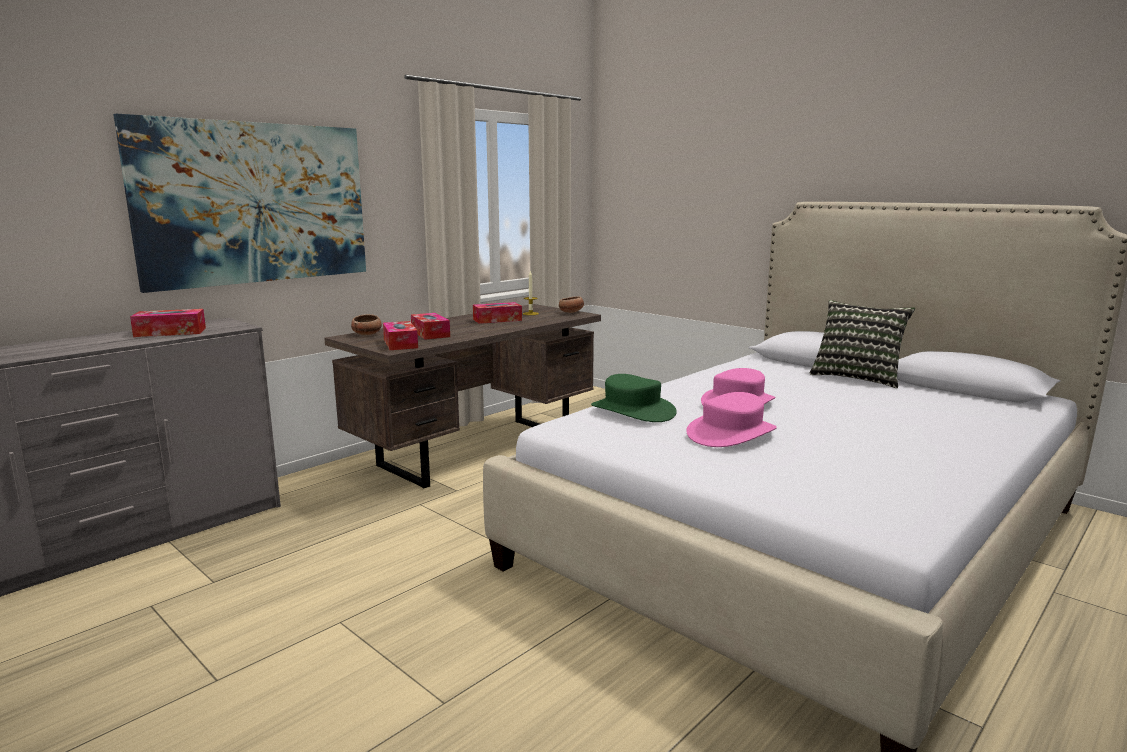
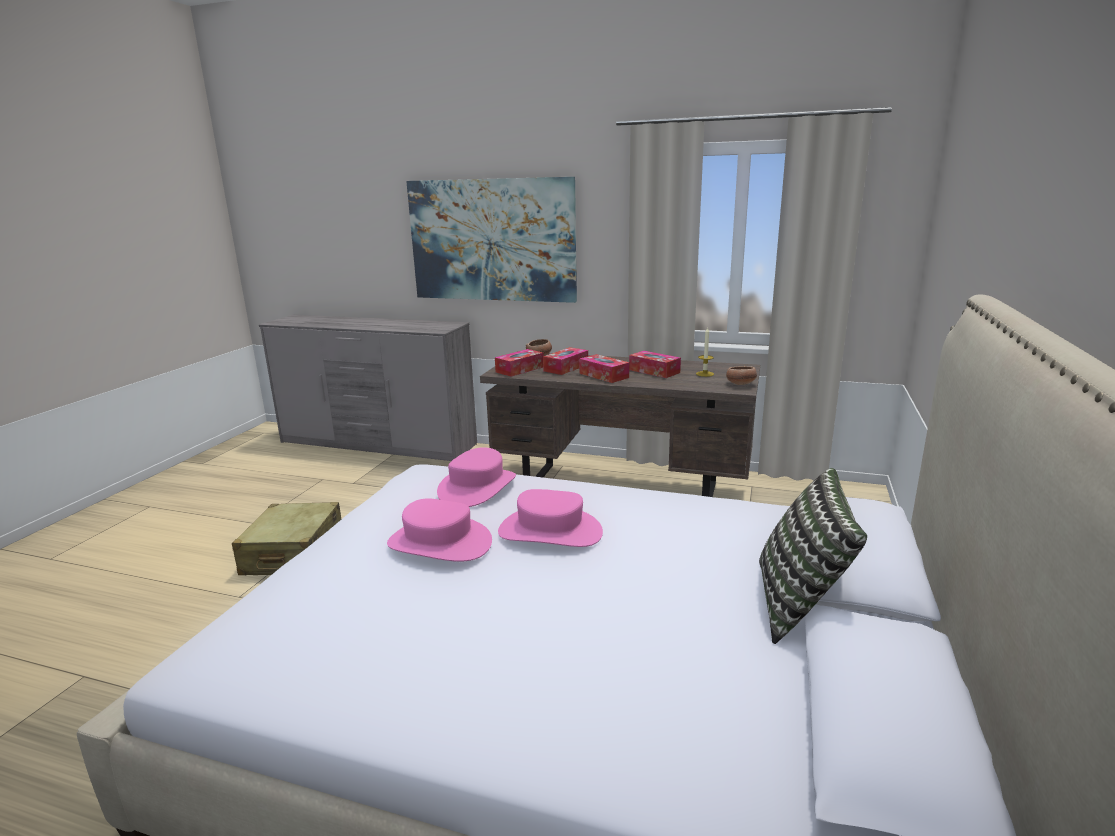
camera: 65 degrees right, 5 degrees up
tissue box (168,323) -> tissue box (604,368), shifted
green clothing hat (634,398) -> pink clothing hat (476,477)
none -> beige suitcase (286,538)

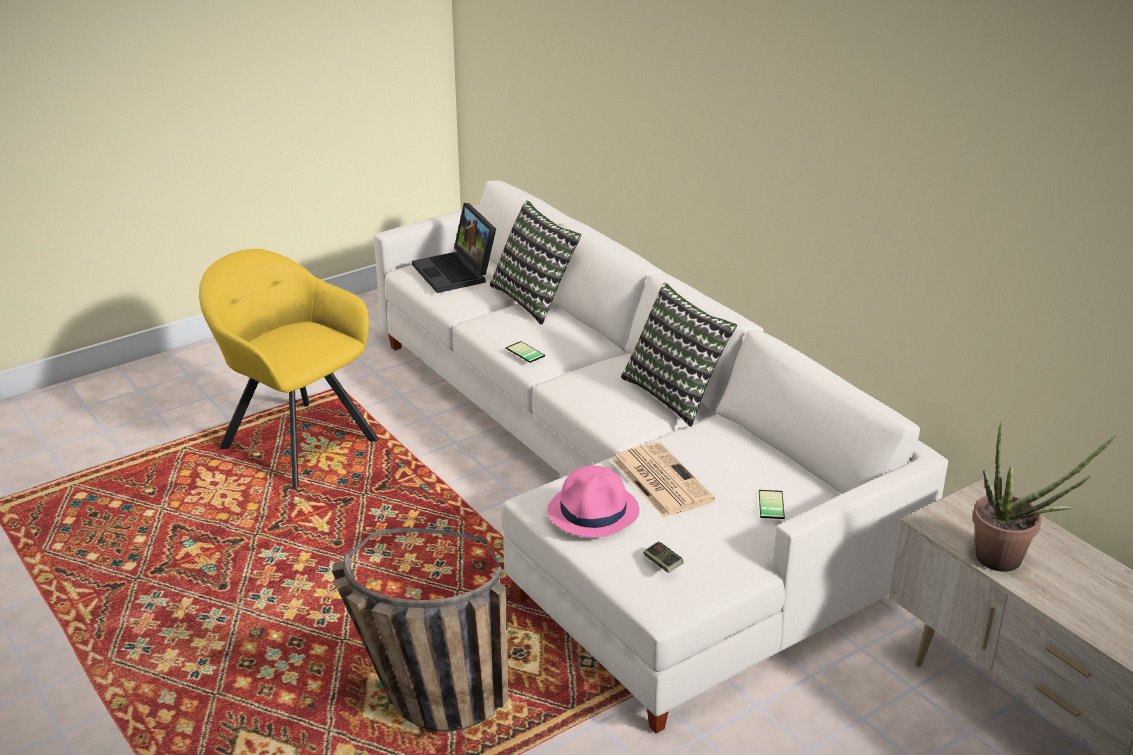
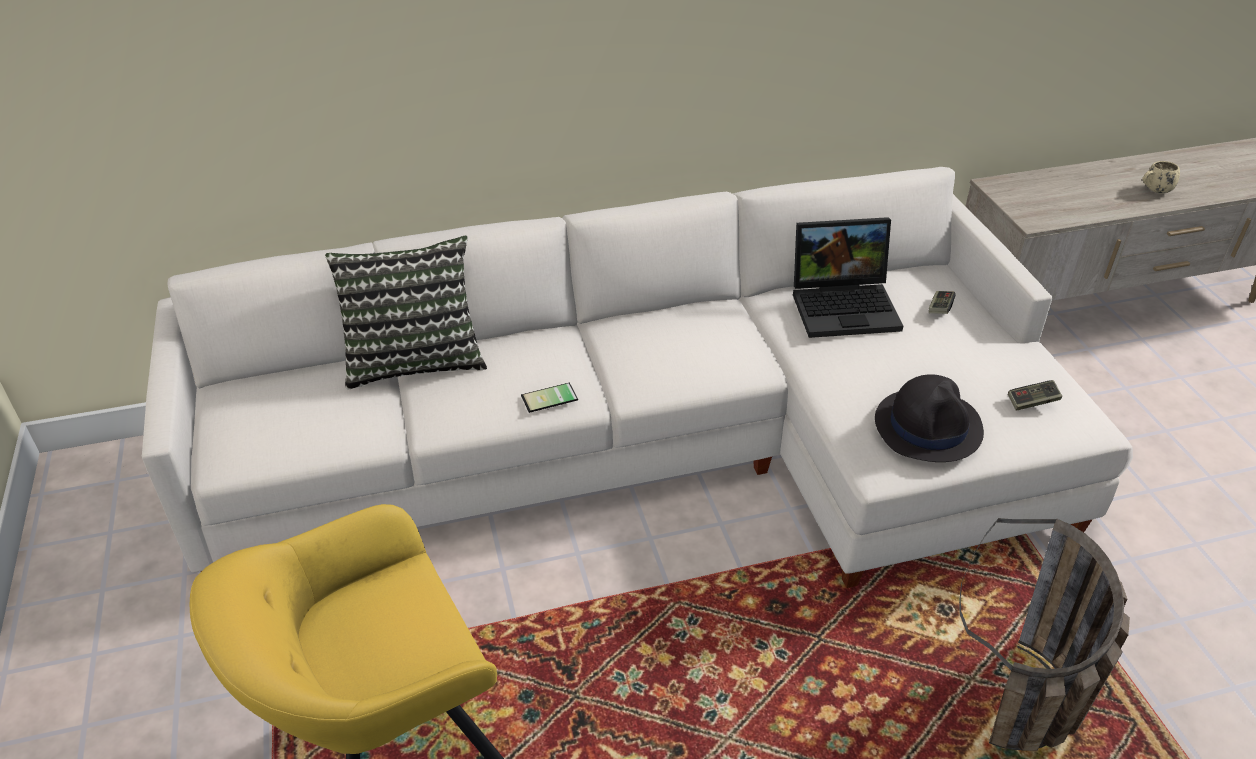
camera: 70 degrees left, 10 degrees up
laptop (454,248) -> laptop (848,277), shifted
pink clothing hat (593,501) -> black-coloured clothing hat (929,418)
printed paper (663,479) -> none
throw pillow (679,355) -> none
phone (772,504) -> gamepad (942,302)
plant in a pot (1044,496) -> none
none -> beige tea mug (1161,177)

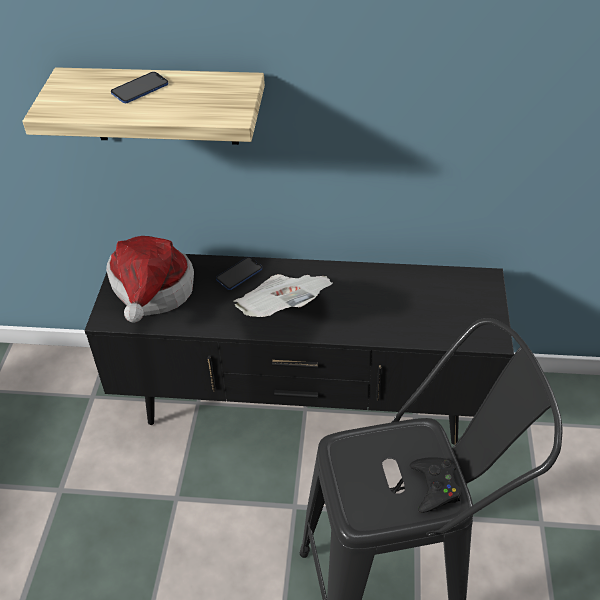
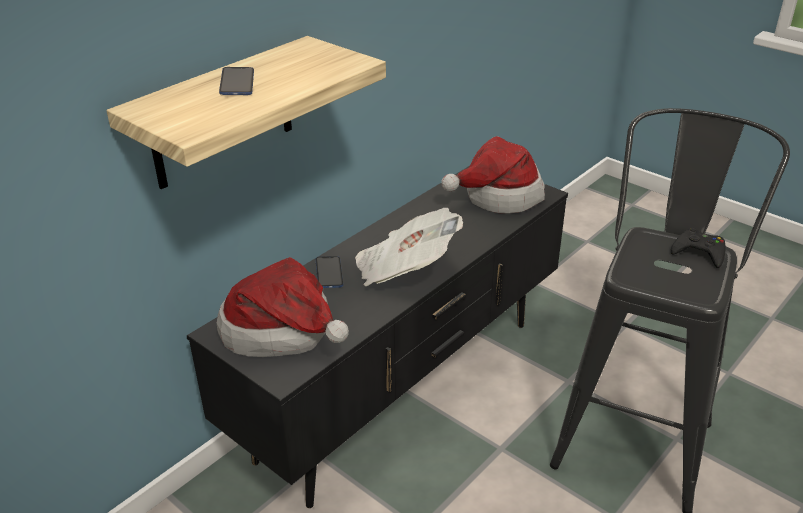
camera: 55 degrees left, 10 degrees down
none -> clothing hat (493,175)

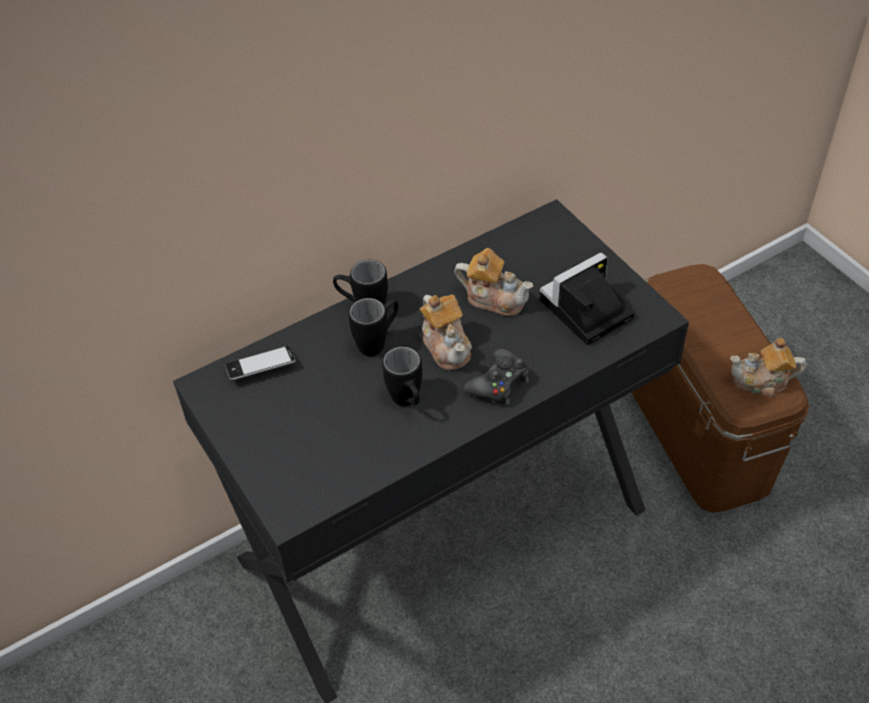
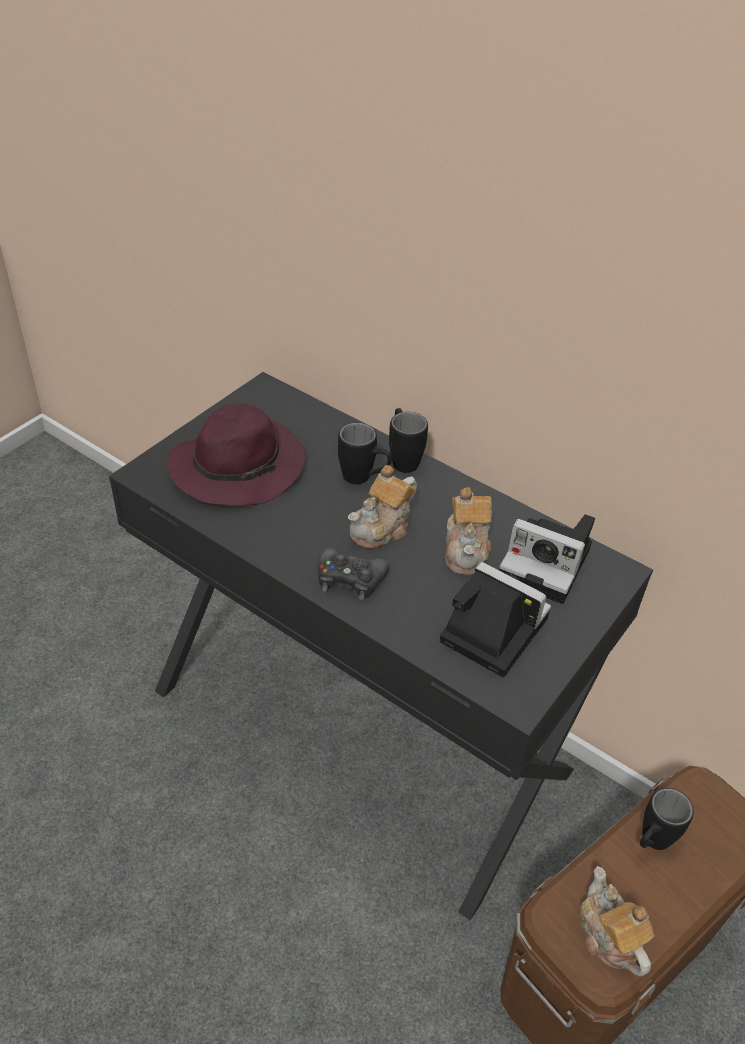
camera: 65 degrees right, 5 degrees down
phone (260,363) -> none
black-coloured tea mug (402,376) -> black-coloured tea mug (667,819), shifted
none -> purplish clothing hat (236,454)
none -> photo camera (547,559)

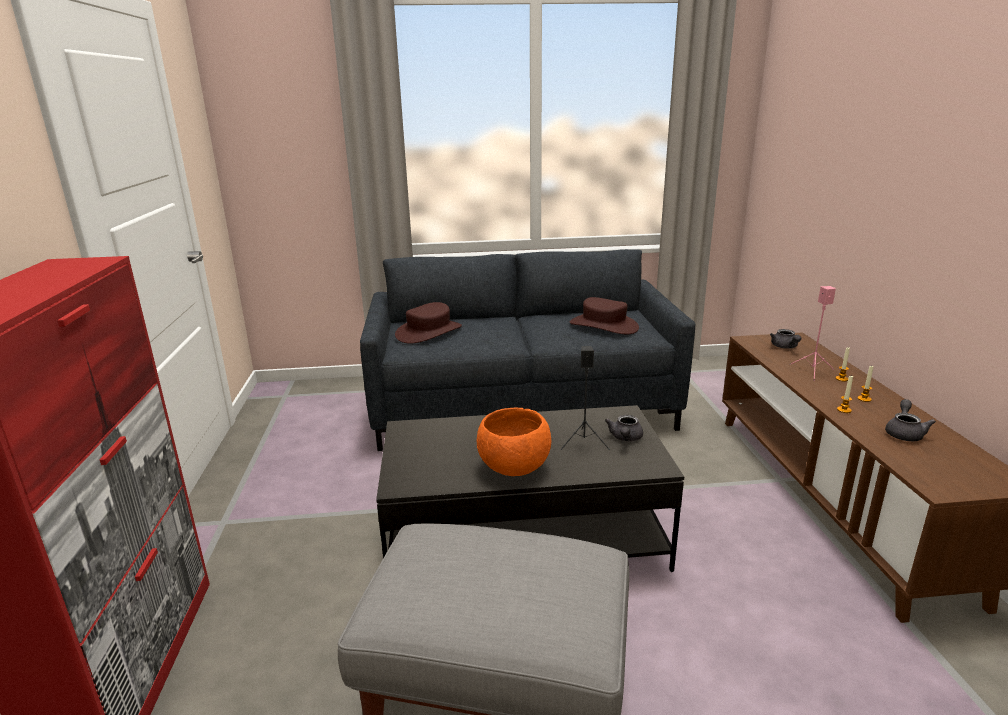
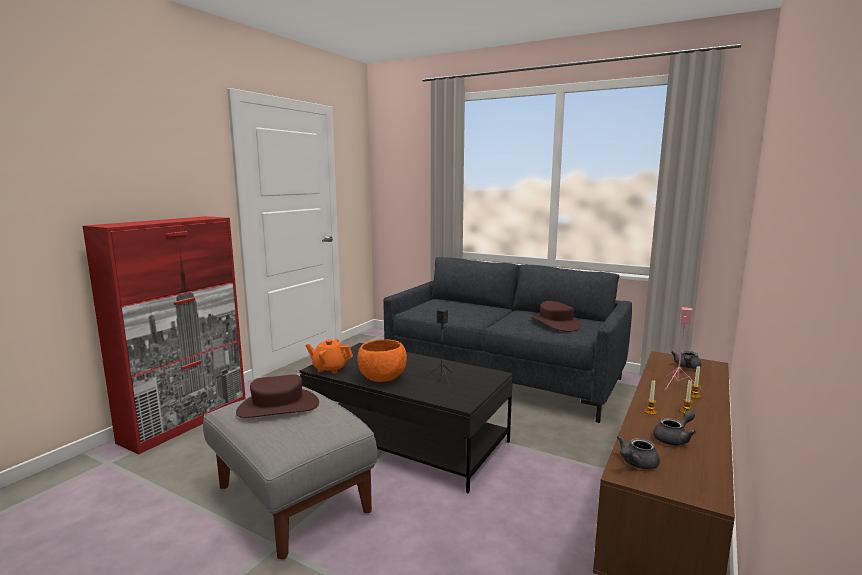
camera: 35 degrees right, 10 degrees down
brown clothing hat (428,323) -> brown clothing hat (277,396), shifted
gray pot for tea (624,428) -> gray pot for tea (638,453), shifted
none -> orange-coloured pot for tea (329,356)

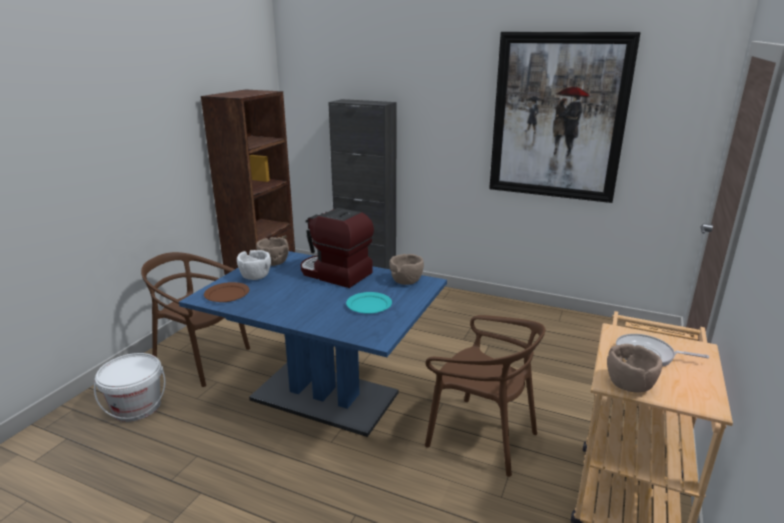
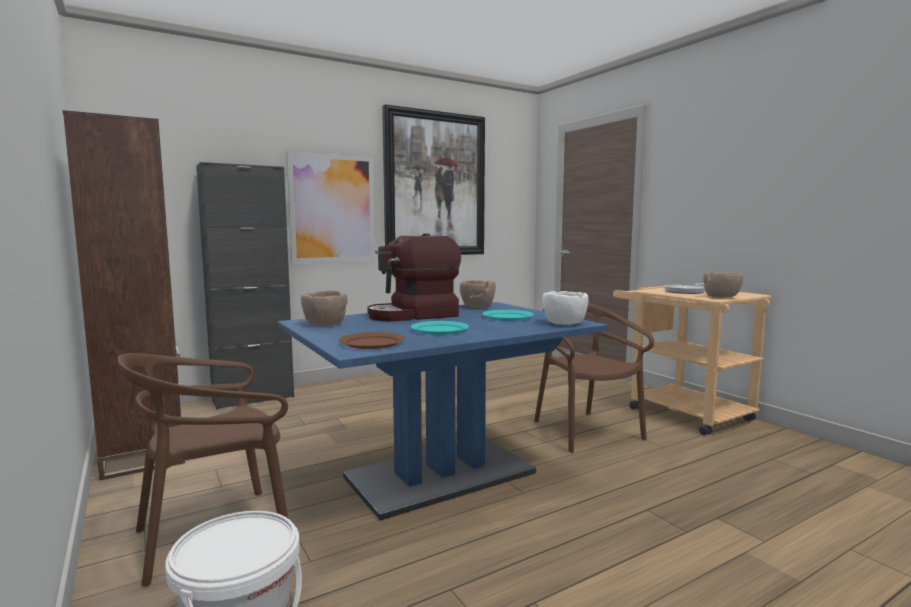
camera: 55 degrees left, 15 degrees down
whitish deep dish (254,265) -> whitish deep dish (565,308), shifted
brown chair (485,396) -> brown chair (594,378), 90 degrees counterclockwise
none -> picture (331,207)
none -> turquoise-coloured plate (440,328)

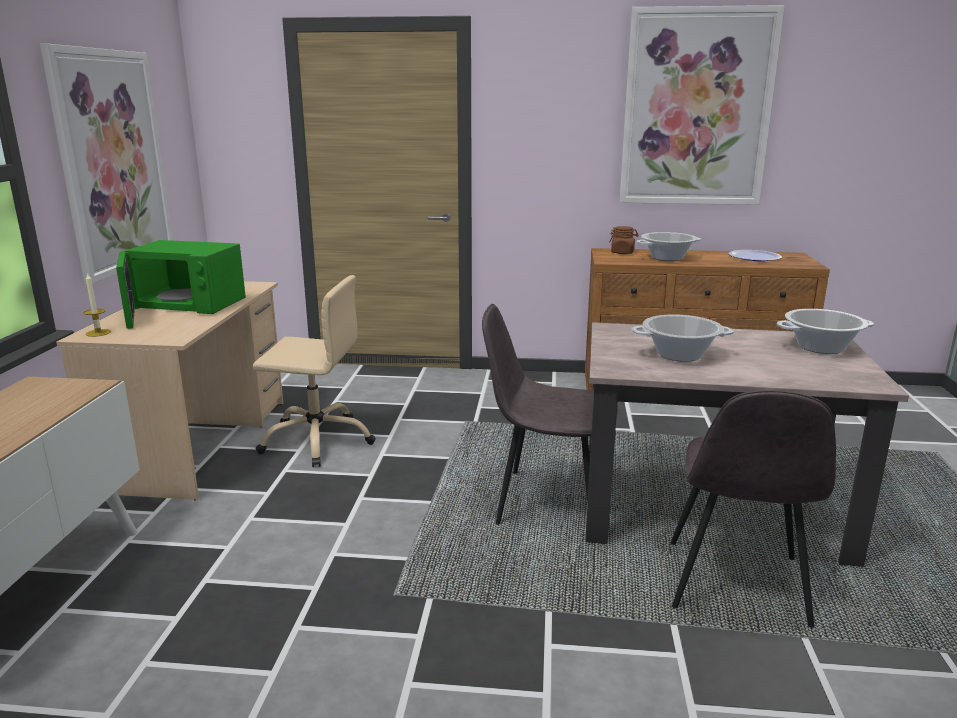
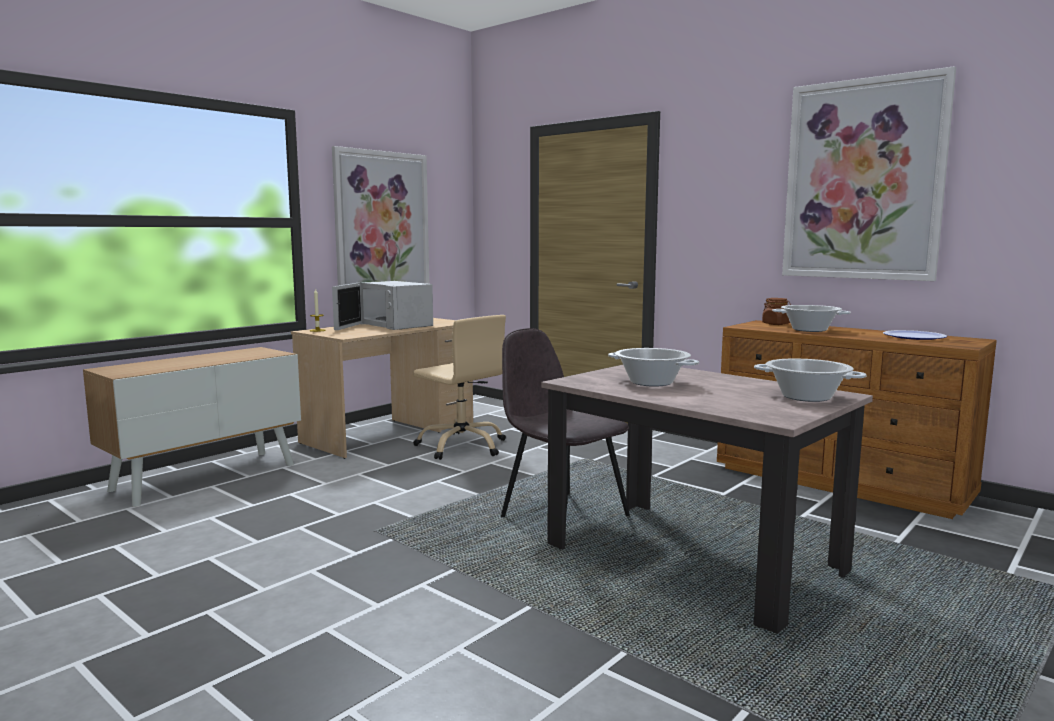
camera: 35 degrees right, 10 degrees down
green microwave oven (181,284) -> whitish microwave oven (382,305)
gray chair (753,509) -> none

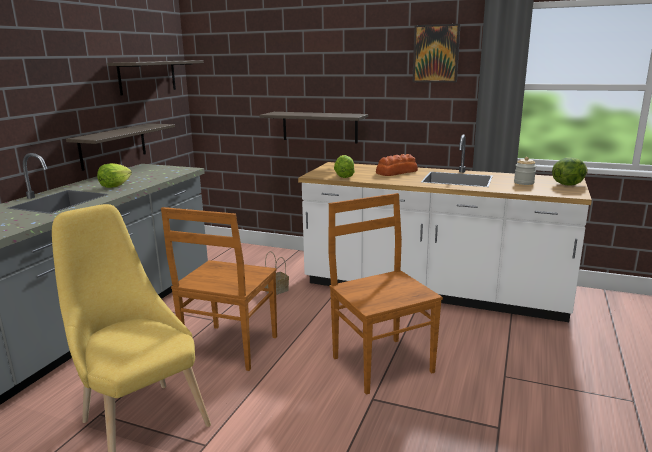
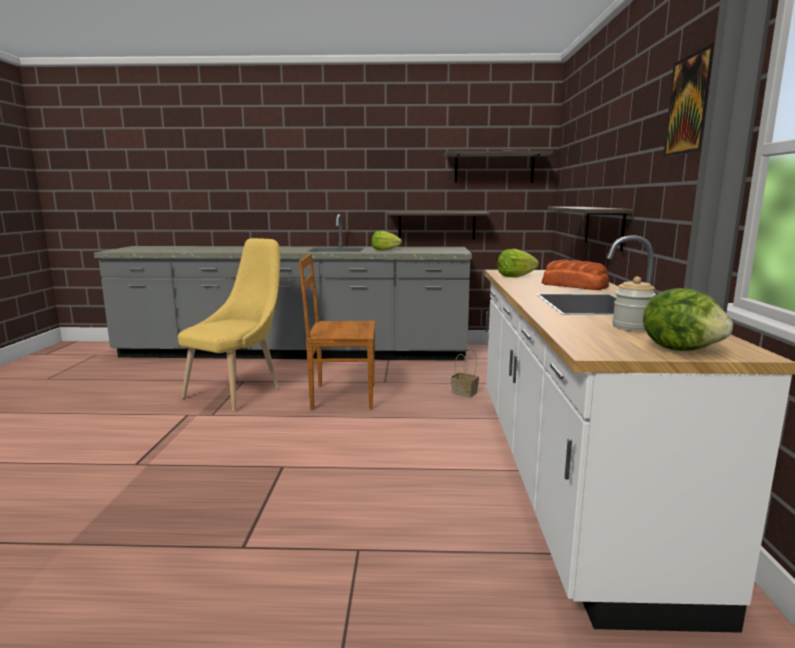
camera: 70 degrees right, 5 degrees down
brown chair (386,294) -> none

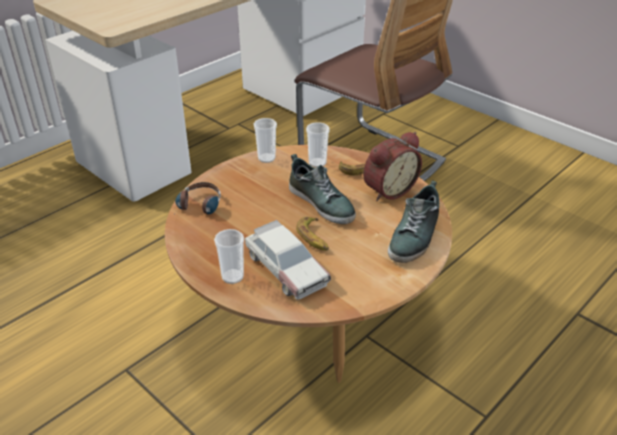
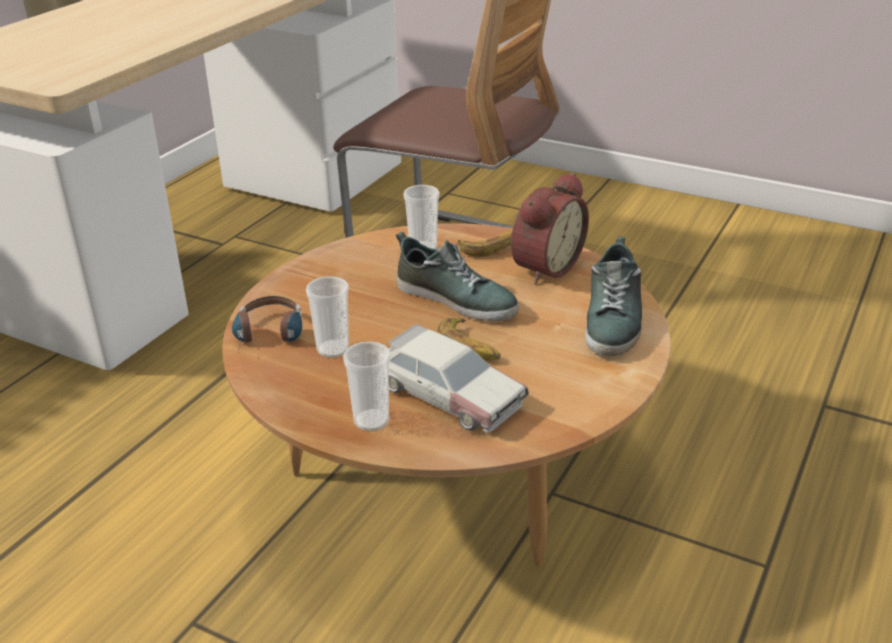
camera: 15 degrees left, 5 degrees down
cup (265,140) -> cup (327,317), shifted

